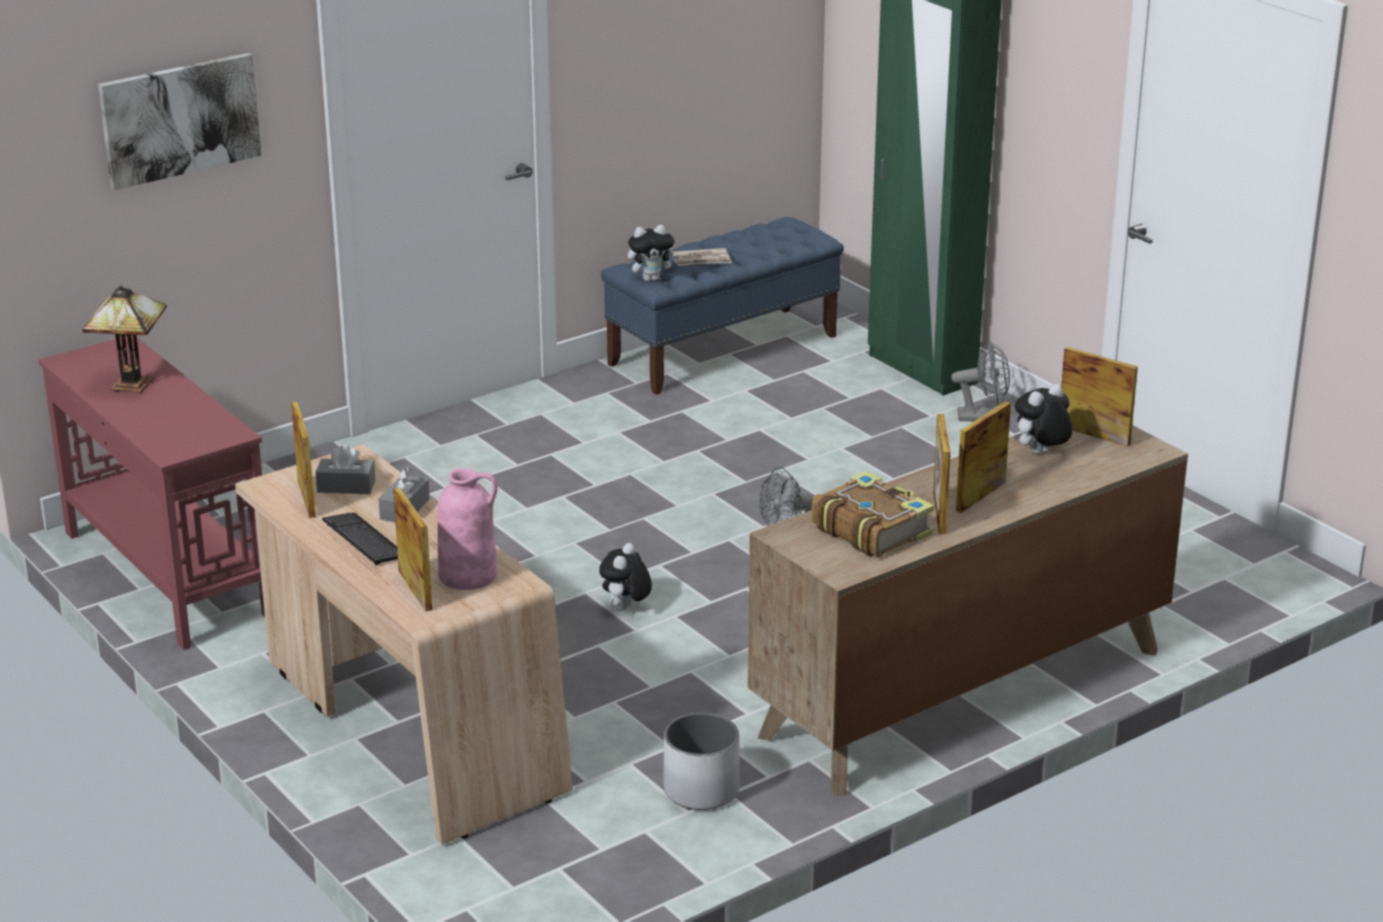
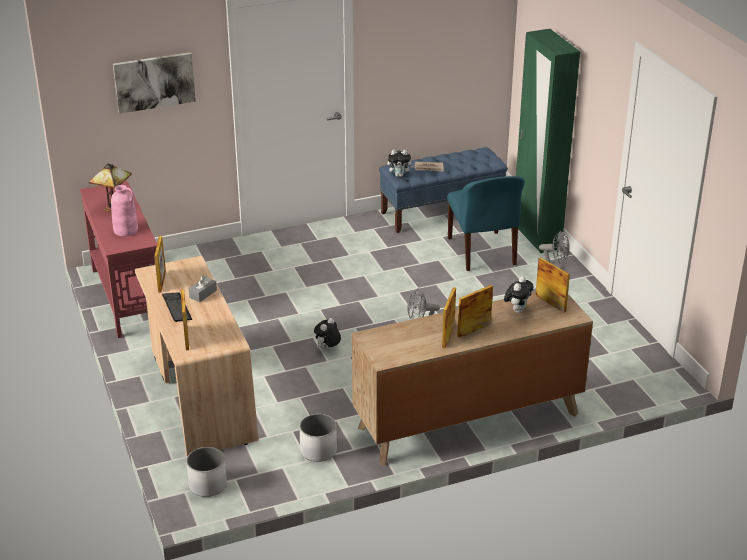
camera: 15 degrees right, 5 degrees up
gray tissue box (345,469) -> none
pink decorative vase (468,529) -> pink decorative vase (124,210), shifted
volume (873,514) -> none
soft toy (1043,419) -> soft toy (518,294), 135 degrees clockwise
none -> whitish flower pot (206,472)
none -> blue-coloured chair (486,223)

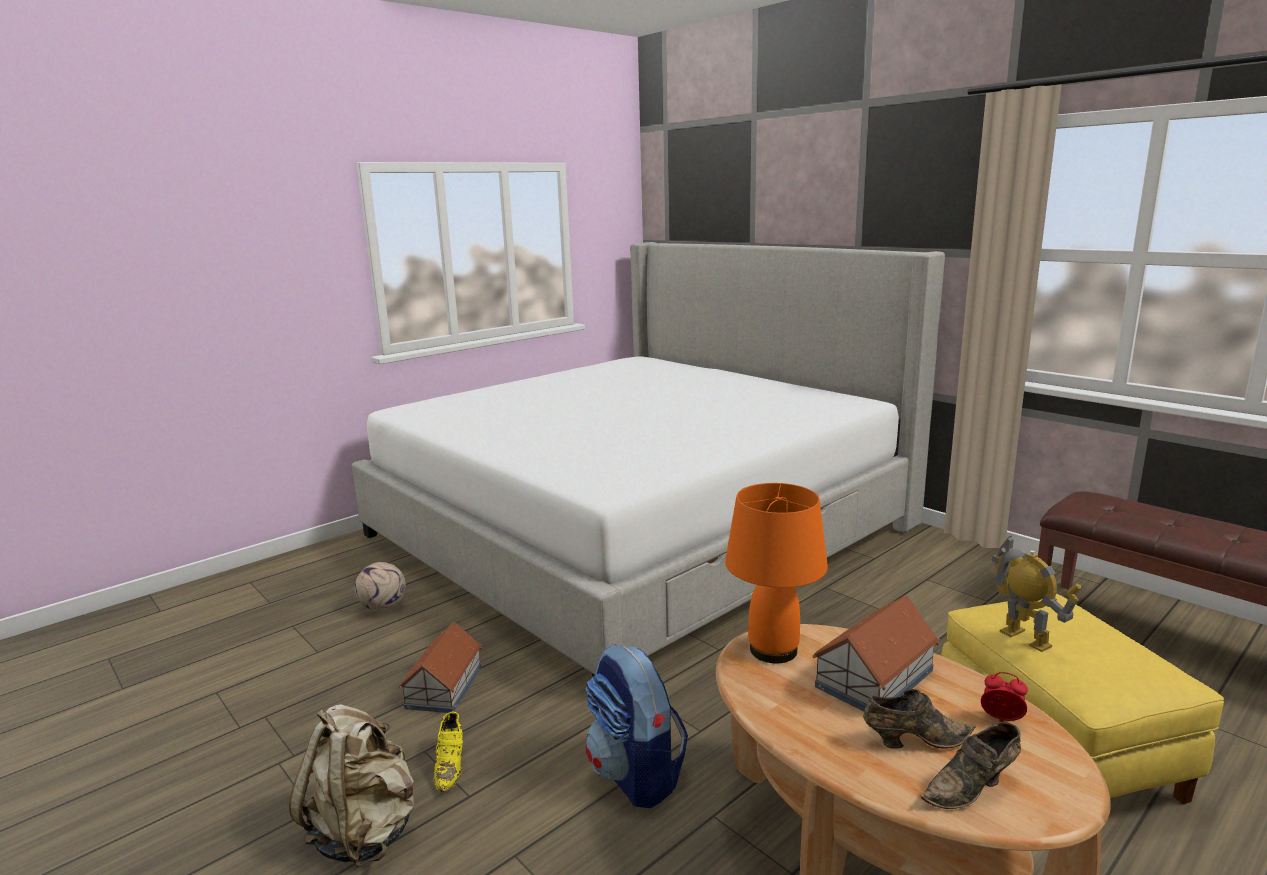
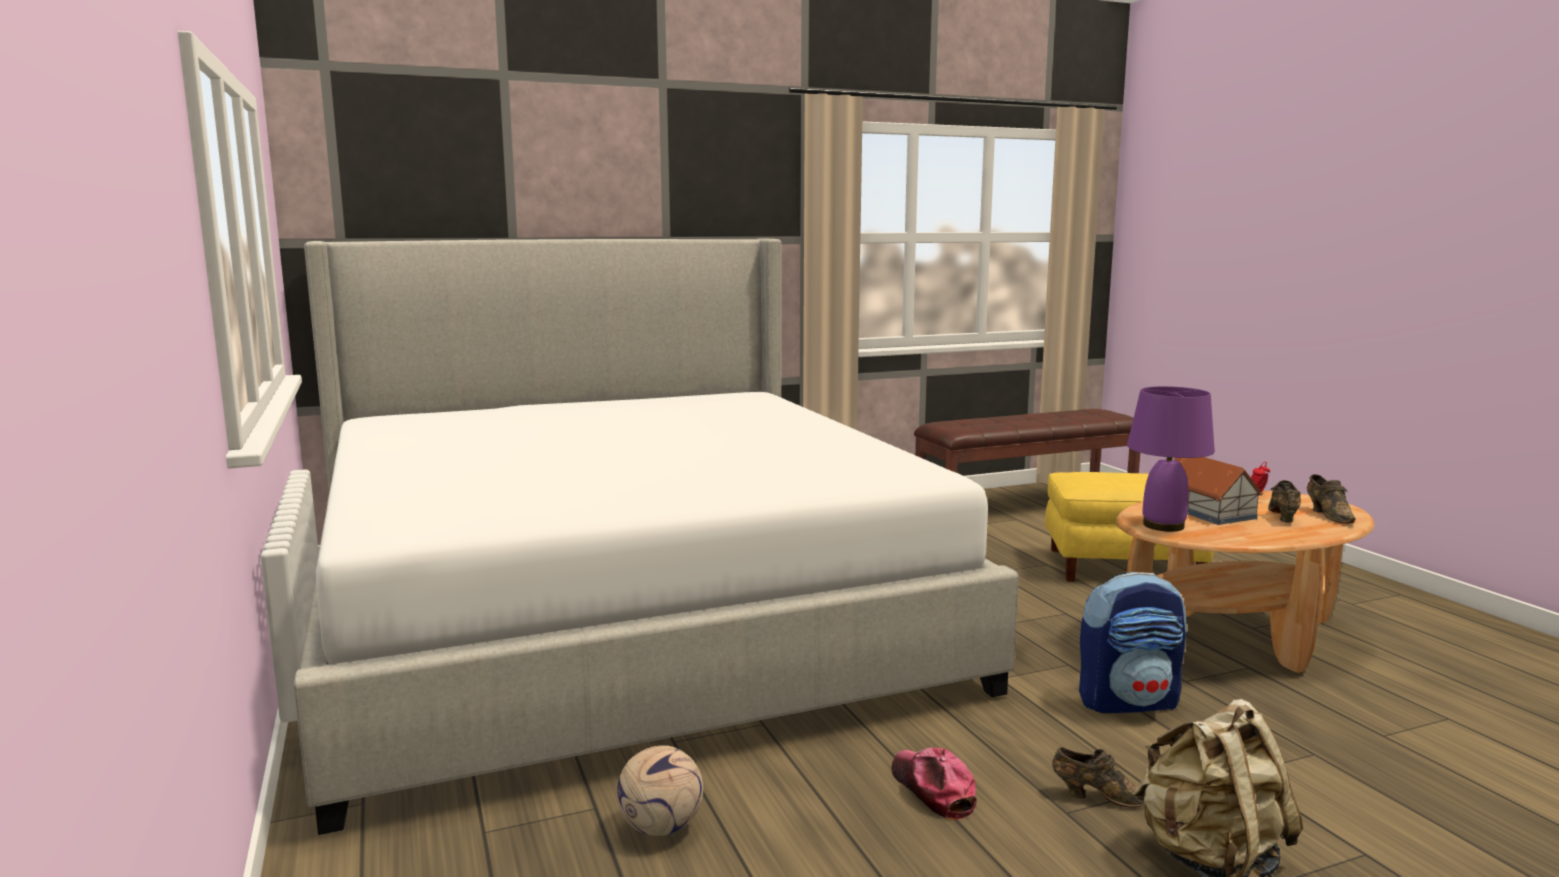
camera: 70 degrees left, 5 degrees down
miniature house (440,667) -> peaked cap (934,784)
yellow low shoe (448,752) -> brown low shoe (1098,777)
orange-coloured tabletop lamp (776,573) -> purplish tabletop lamp (1171,459)
robot figure (1036,594) -> none

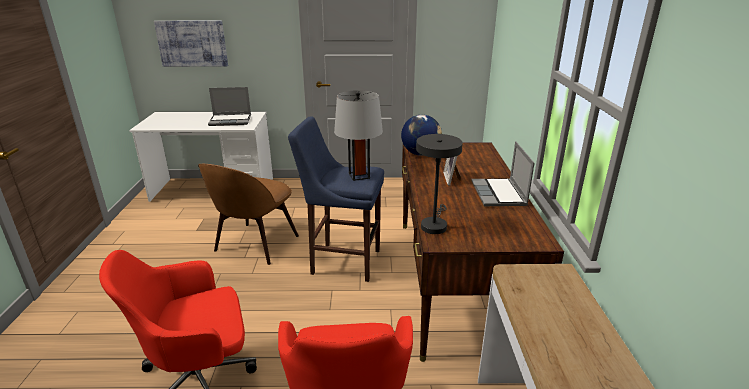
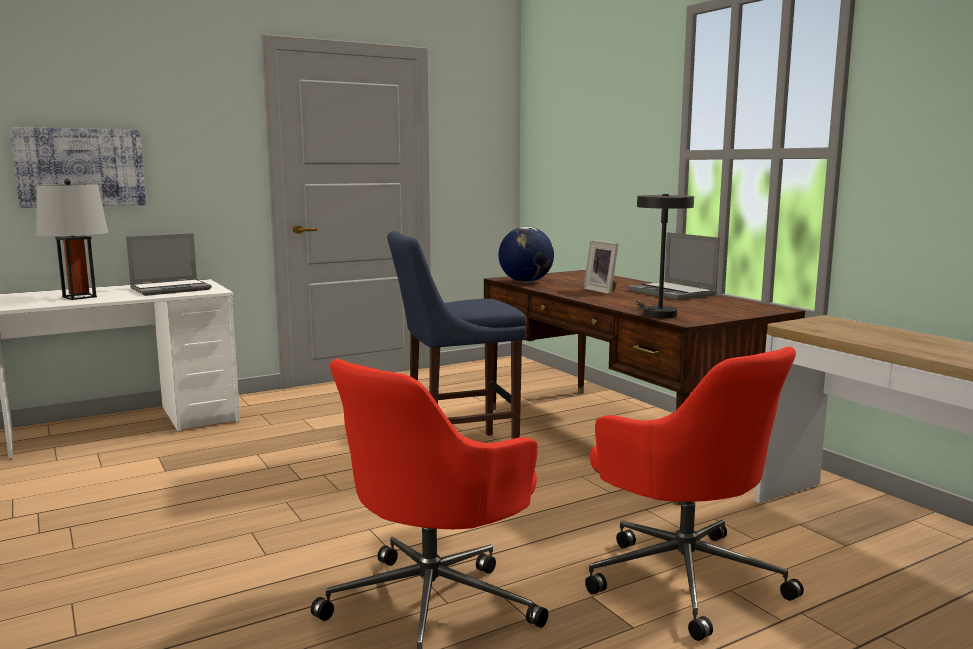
camera: 30 degrees left, 15 degrees down
brown chair (248,214) -> none
gray tabletop lamp (358,135) -> gray tabletop lamp (72,239), shifted

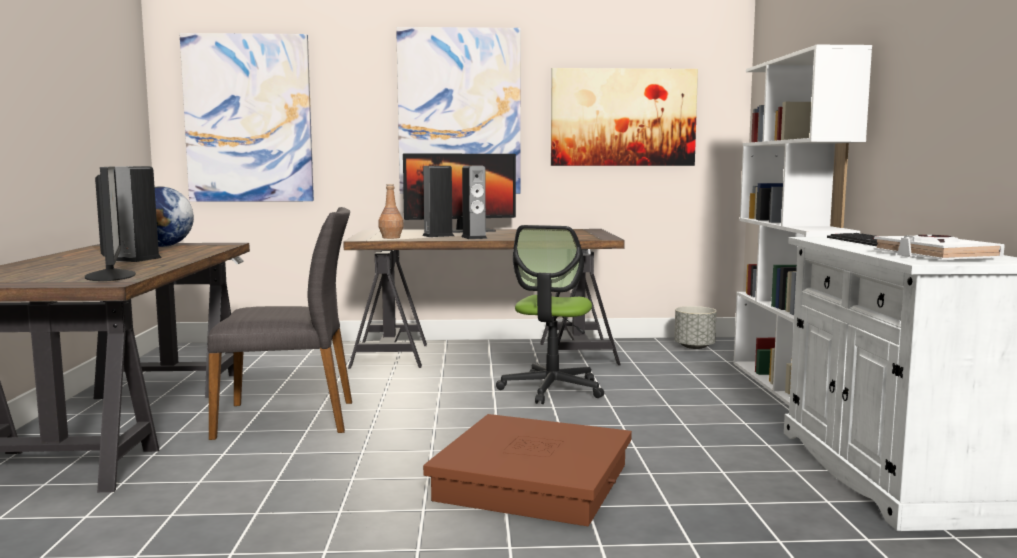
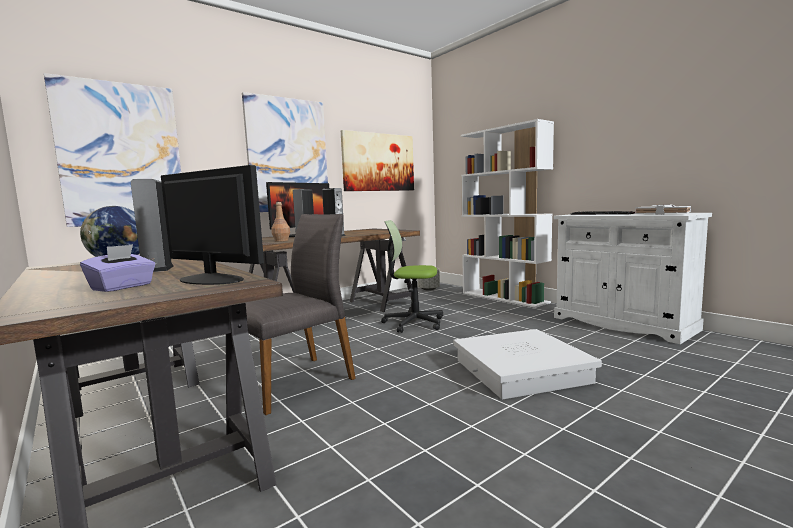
camera: 35 degrees left, 0 degrees up
brown storage container (527,470) -> whitish storage container (527,364)
computer chair (550,314) -> computer chair (412,276), 120 degrees clockwise
none -> purplish tissue box (117,268)

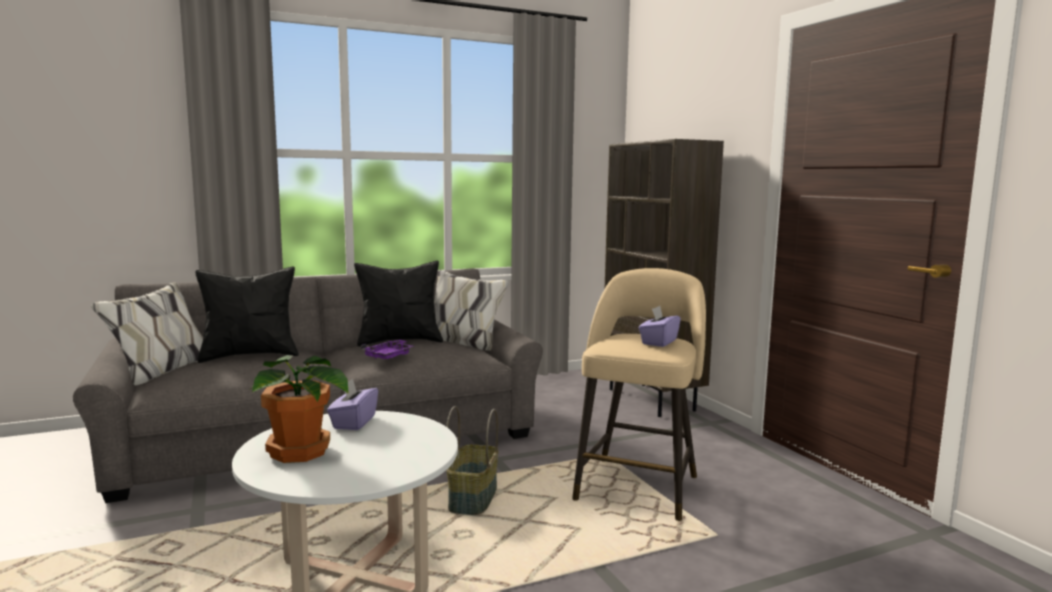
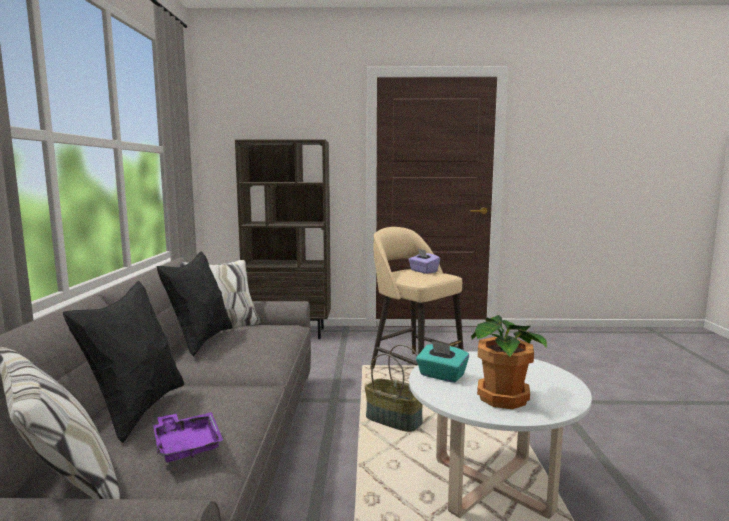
camera: 65 degrees left, 0 degrees up
purplish tissue box (352,404) -> turquoise-coloured tissue box (442,362)
purplish carrying tray (387,349) -> purplish carrying tray (188,437), shifted

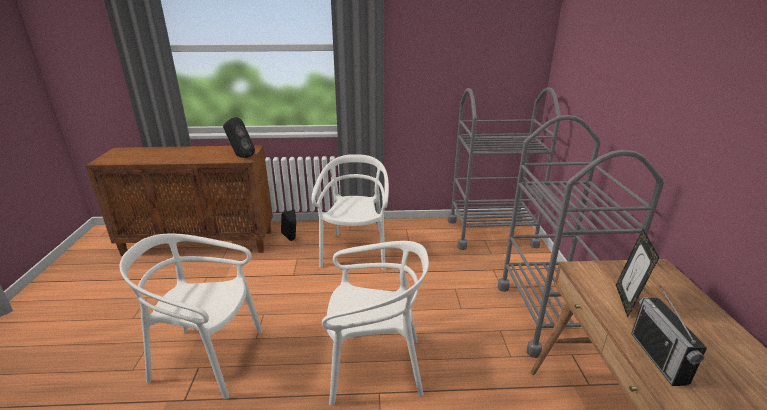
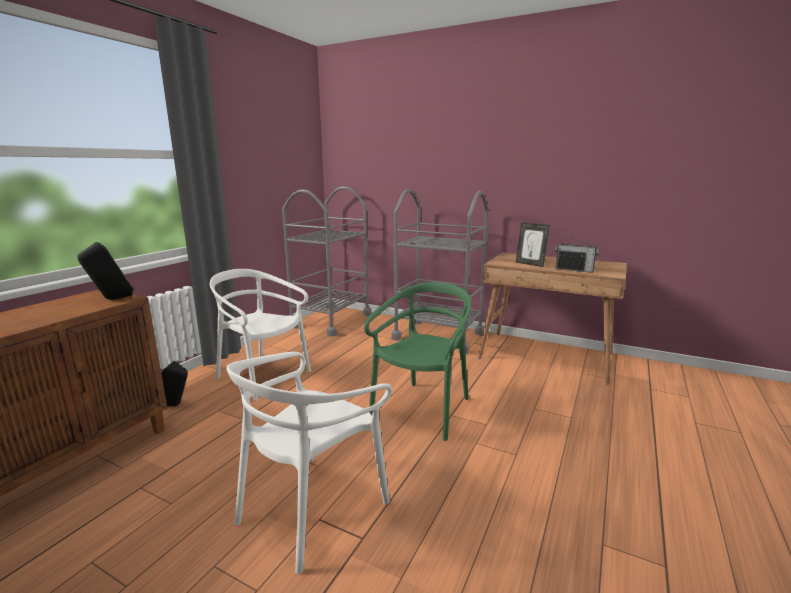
camera: 60 degrees left, 10 degrees down
whitish chair (375,323) -> green chair (417,361)

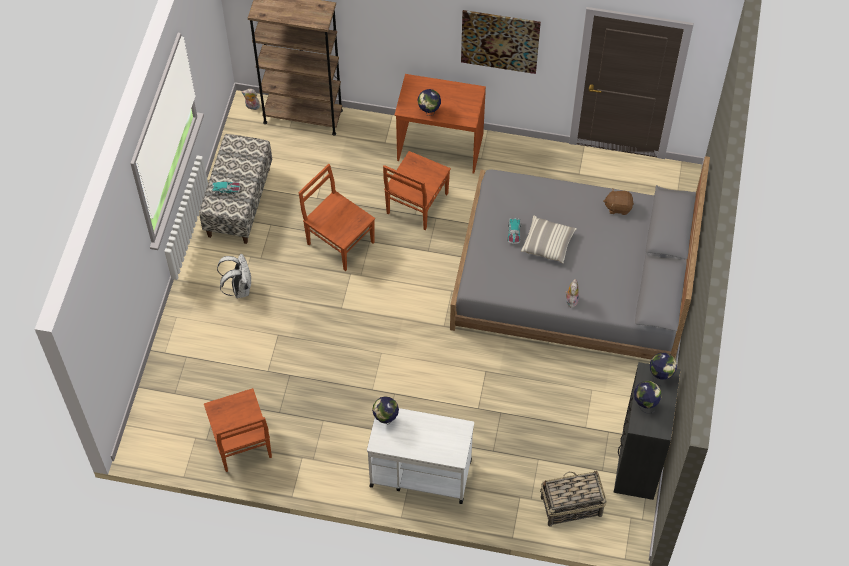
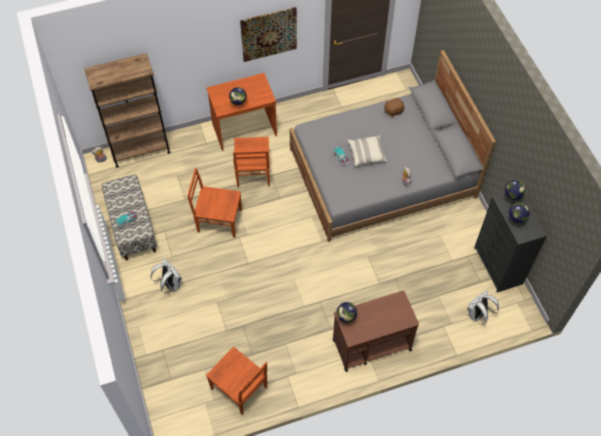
camera: 30 degrees left, 0 degrees up
whitish wheeled cart (420,456) -> brown wheeled cart (375,331)
storage basket (573,499) -> whitish knapsack (483,307)

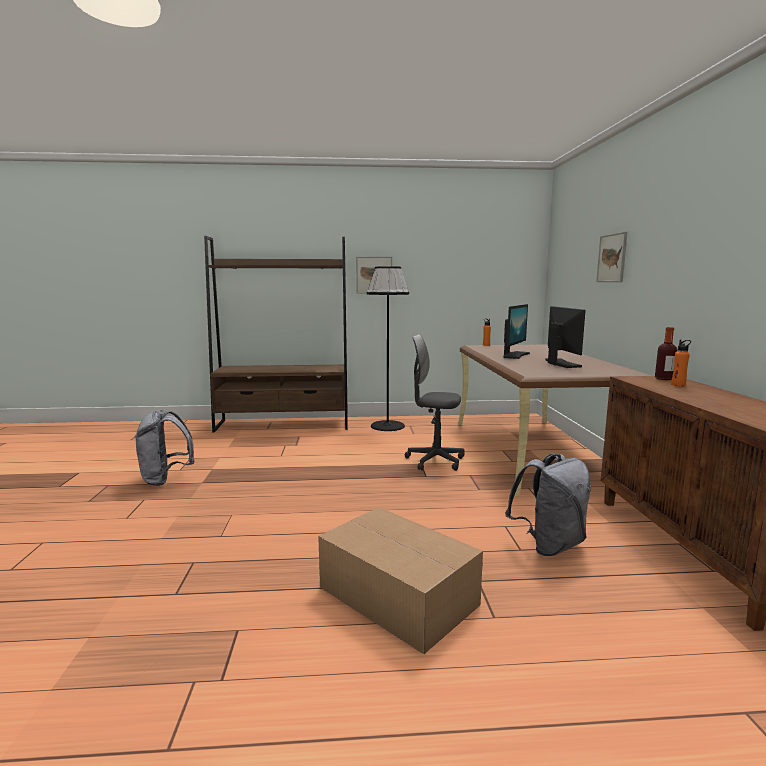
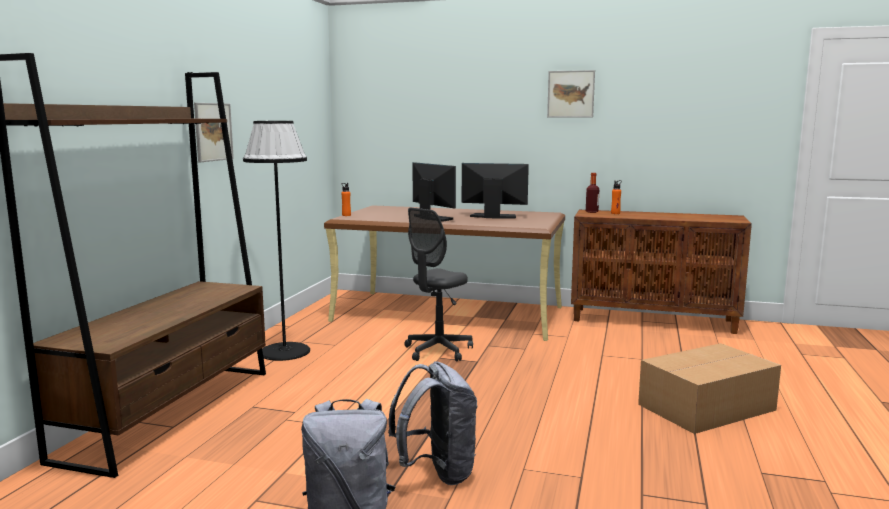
camera: 70 degrees left, 0 degrees up
gray knapsack (548,504) -> gray knapsack (432,423), shifted
picture (612,257) -> picture (571,93), shifted

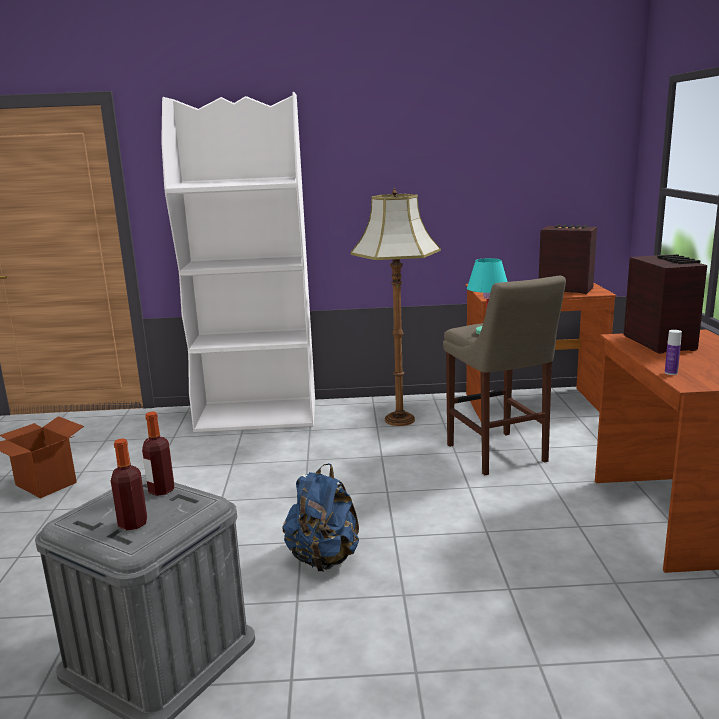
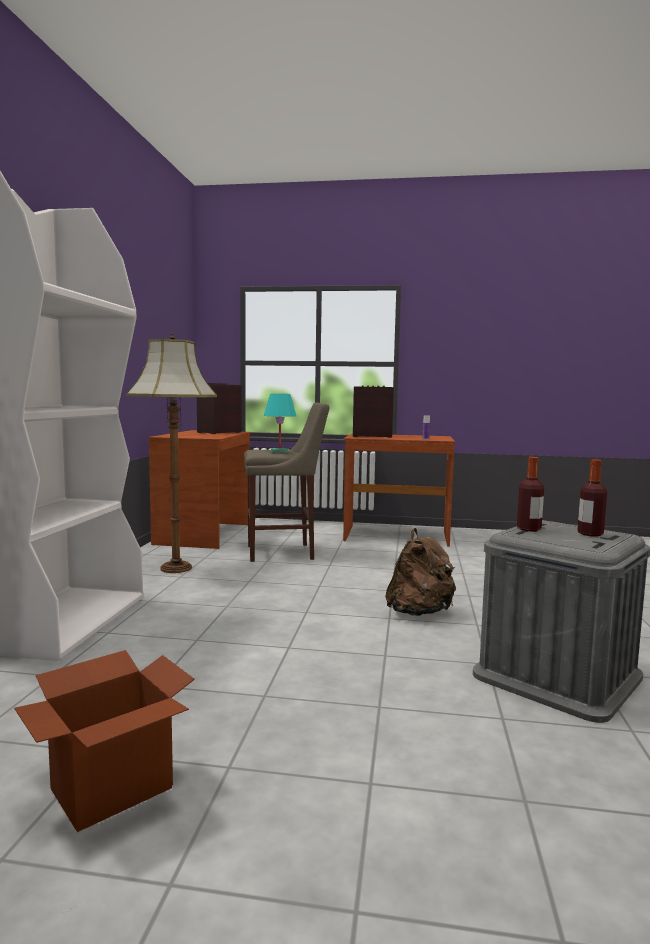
camera: 80 degrees left, 10 degrees down
blue-coloured knapsack (320,517) -> brown knapsack (420,572)

